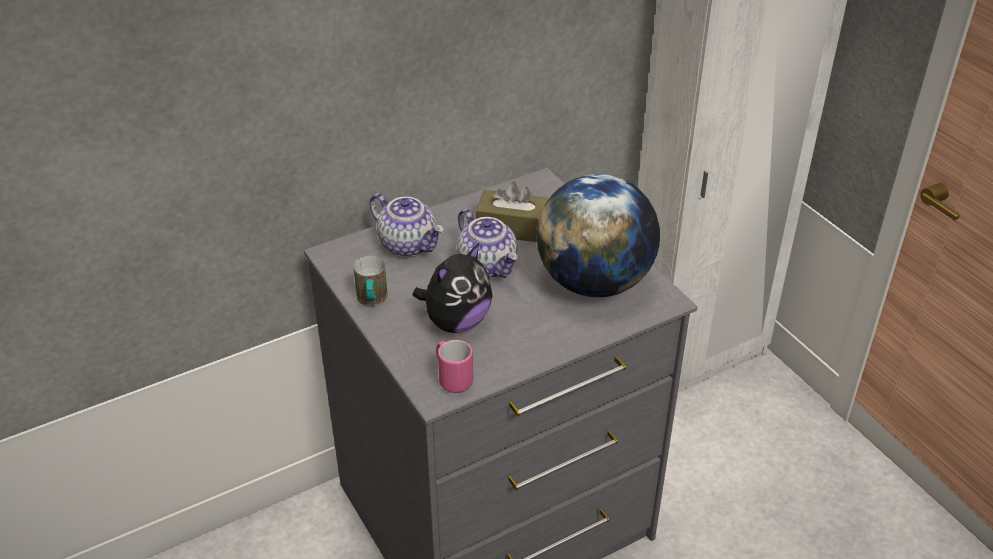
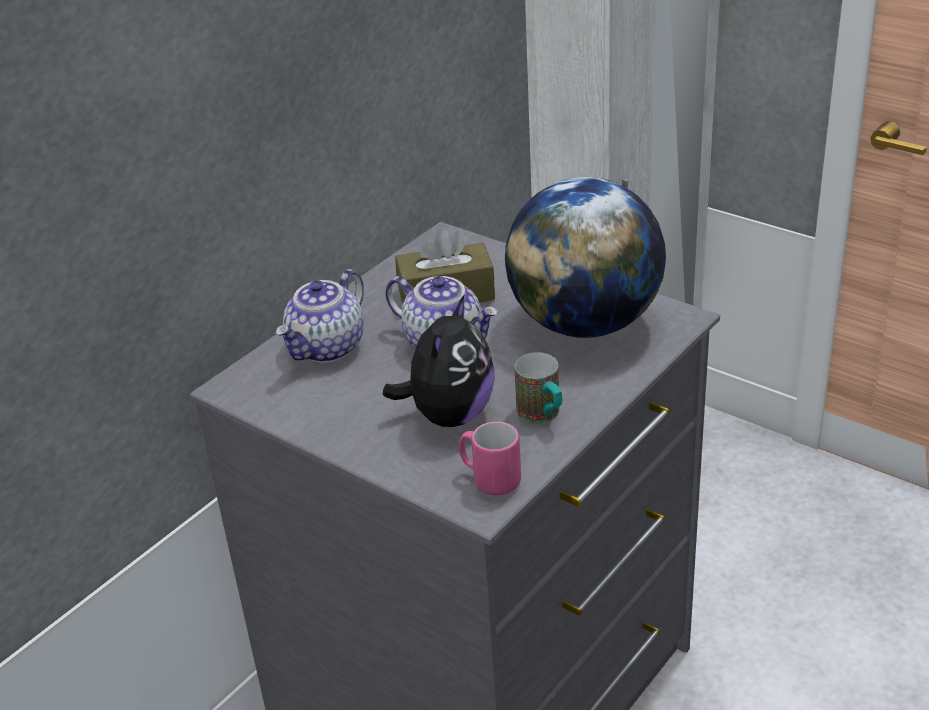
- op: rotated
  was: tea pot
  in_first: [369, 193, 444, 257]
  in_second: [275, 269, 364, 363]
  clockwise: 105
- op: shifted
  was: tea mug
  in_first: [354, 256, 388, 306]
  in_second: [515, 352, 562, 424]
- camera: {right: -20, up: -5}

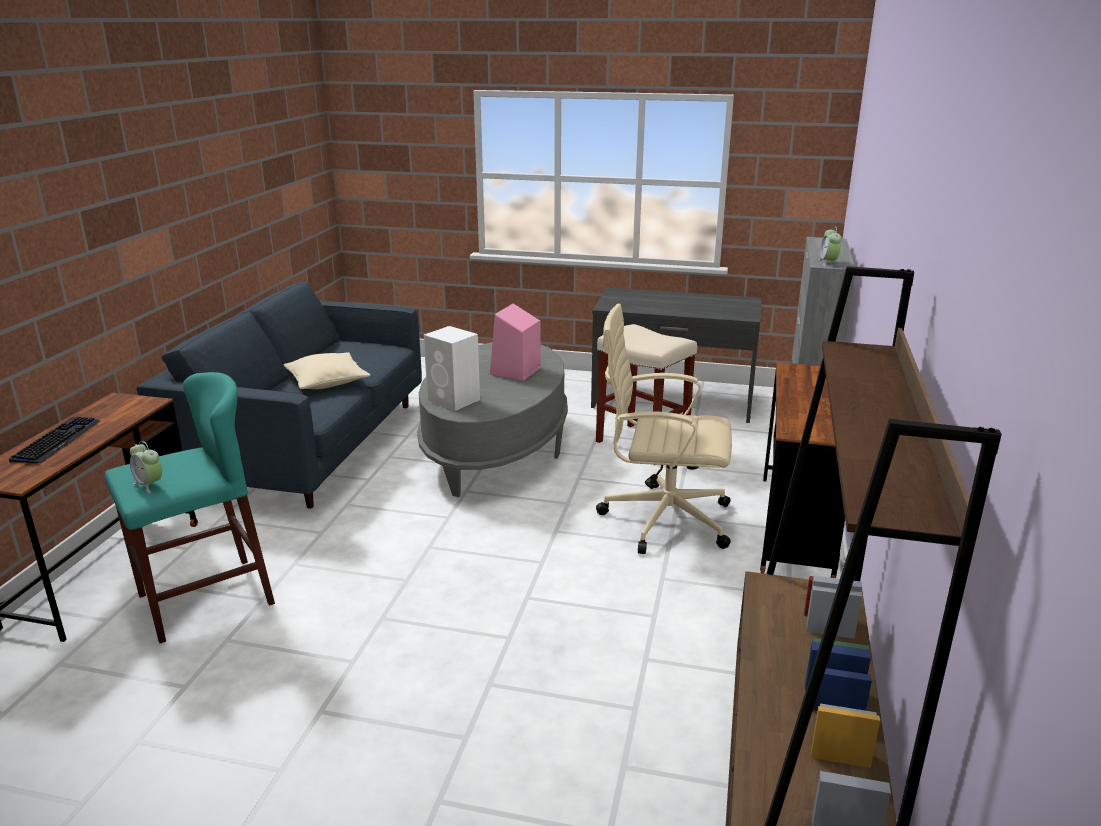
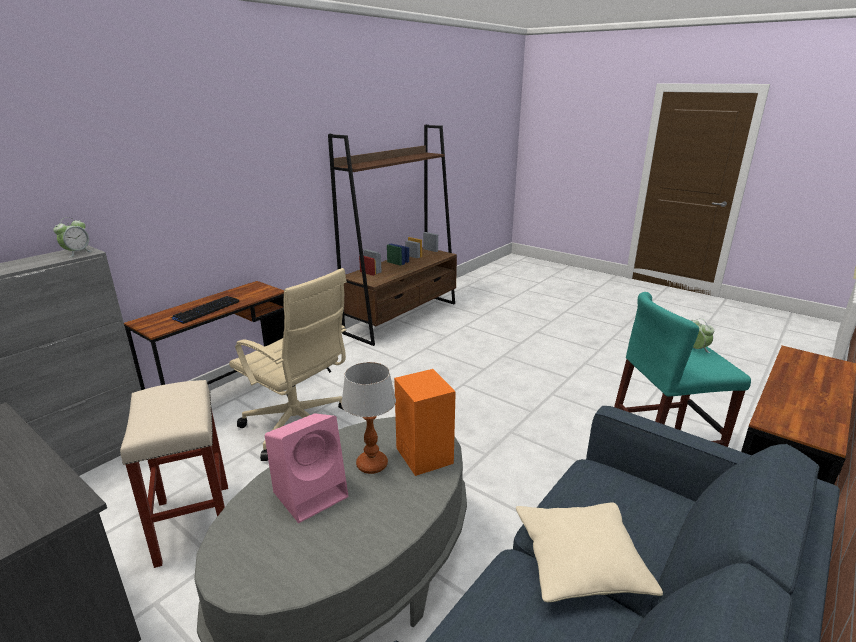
- op: repainted
  was: speaker/white-coloured
  now: speaker/orange
  in_first: [424, 326, 480, 411]
  in_second: [394, 369, 456, 476]
- op: shifted
  was: keyboard
  in_first: [9, 417, 100, 463]
  in_second: [171, 296, 239, 324]
- op: new
  now: tabletop lamp
  in_second: [341, 362, 396, 474]
- camera: {right: -155, up: 0}

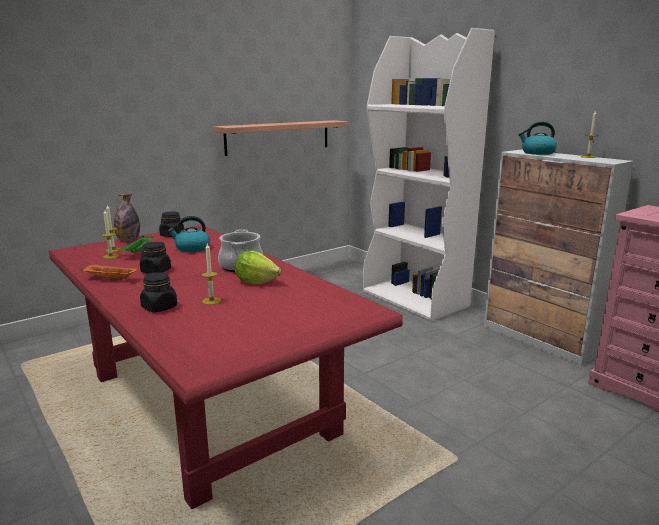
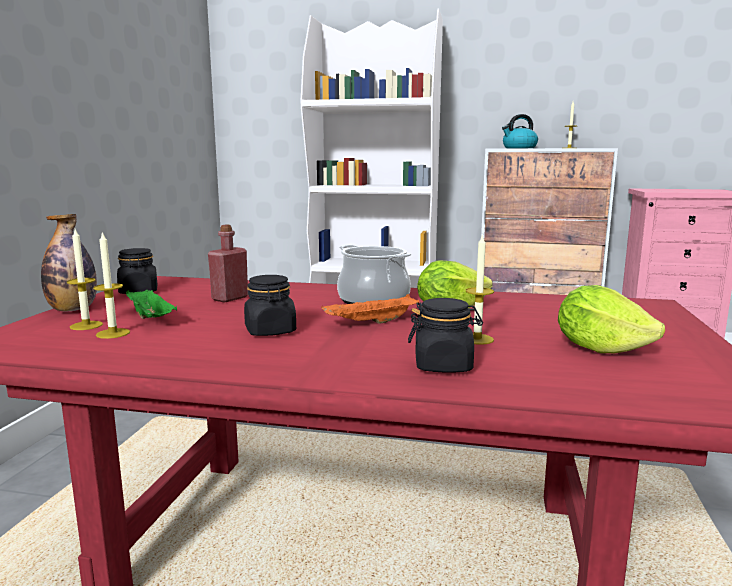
- op: gone
  was: wall shelf
  in_first: [213, 120, 349, 156]
- op: swapped
  was: water kettle
  now: beverage bottle/red
  in_first: [168, 216, 210, 252]
  in_second: [208, 225, 248, 302]
- op: shifted
  was: tray/orange
  in_first: [81, 264, 138, 281]
  in_second: [321, 294, 419, 324]
- op: new
  now: lettuce
  in_second: [558, 285, 665, 353]
- camera: {right: -40, up: -5}

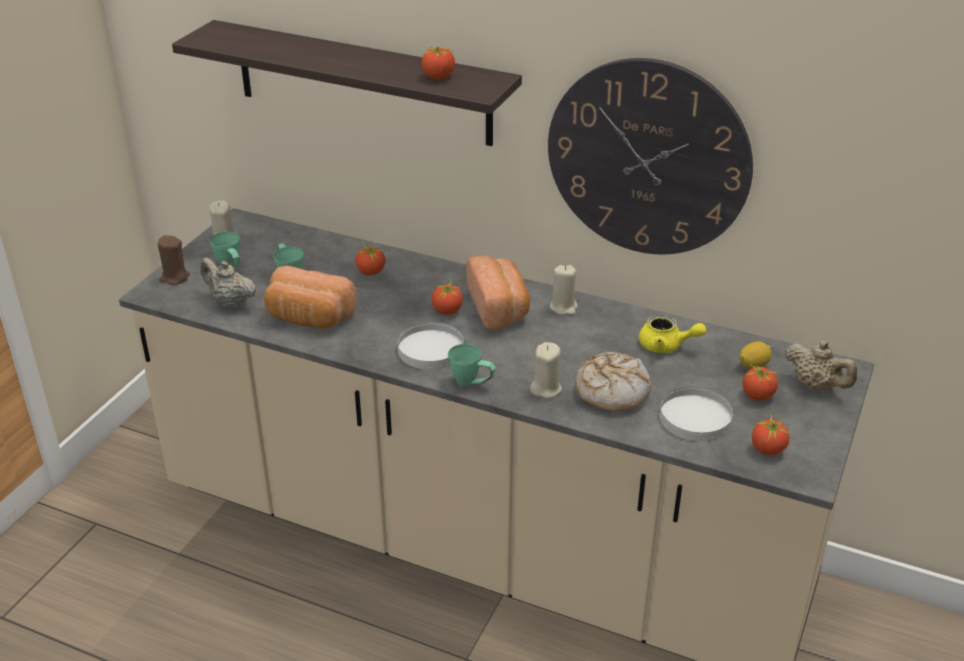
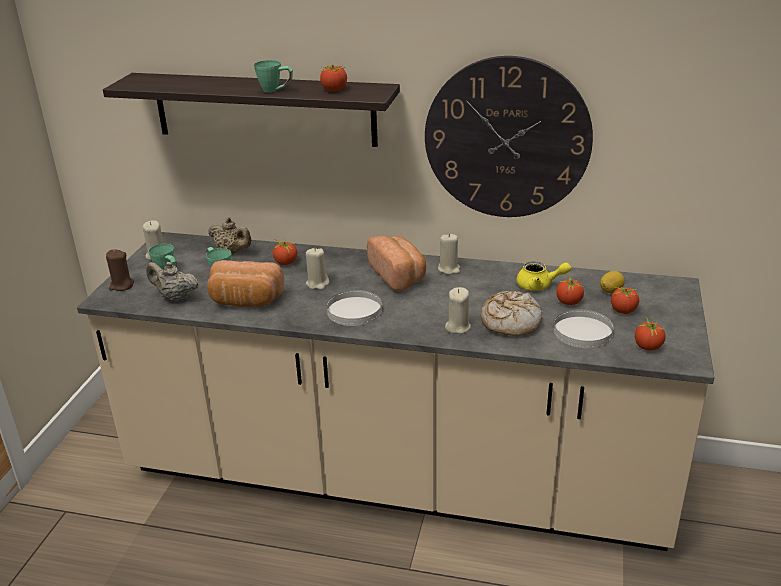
- op: shifted
  was: whole tomato
  in_first: [431, 279, 463, 315]
  in_second: [556, 274, 584, 305]
- op: shifted
  was: tea pot/beige
  in_first: [784, 340, 857, 390]
  in_second: [208, 217, 251, 254]
- op: shifted
  was: tea mug/green
  in_first: [448, 344, 496, 386]
  in_second: [254, 60, 293, 93]
- op: new
  now: candle/beige
  in_second: [306, 248, 329, 290]
- camera: {right: -10, up: -5}

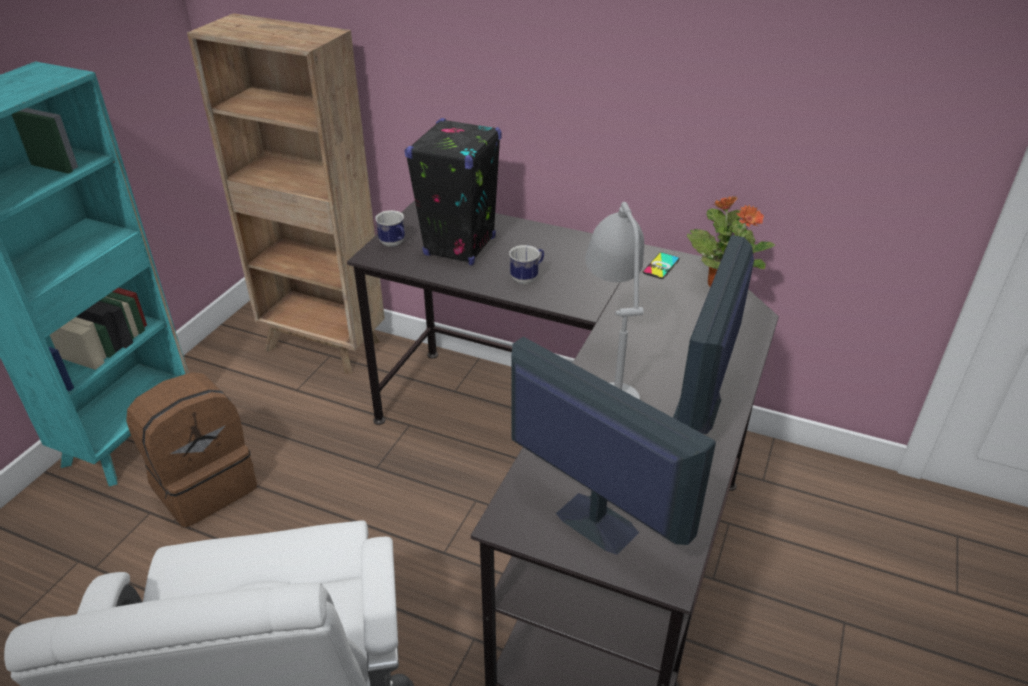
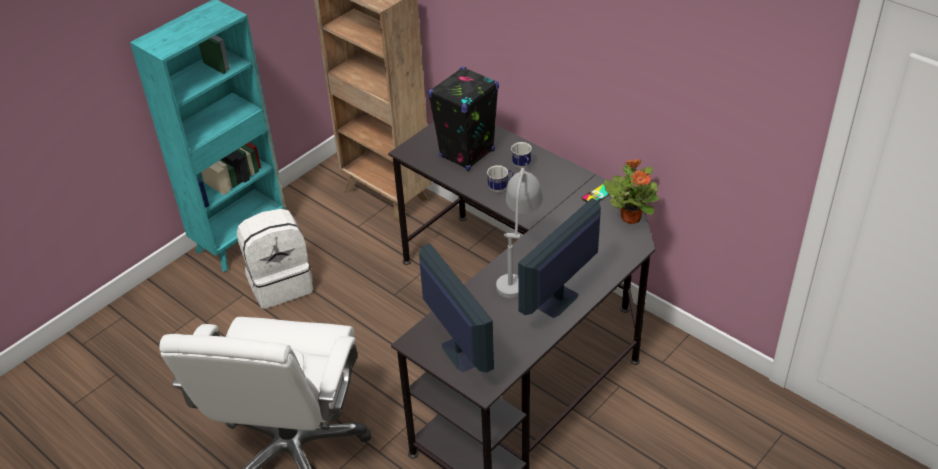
- op: shifted
  was: tea mug
  in_first: [375, 210, 405, 247]
  in_second: [511, 142, 532, 168]
- op: repainted
  was: rucksack/brownish
  now: rucksack/white-coloured
  in_first: [126, 372, 257, 527]
  in_second: [237, 209, 313, 309]
- camera: {right: 20, up: 5}

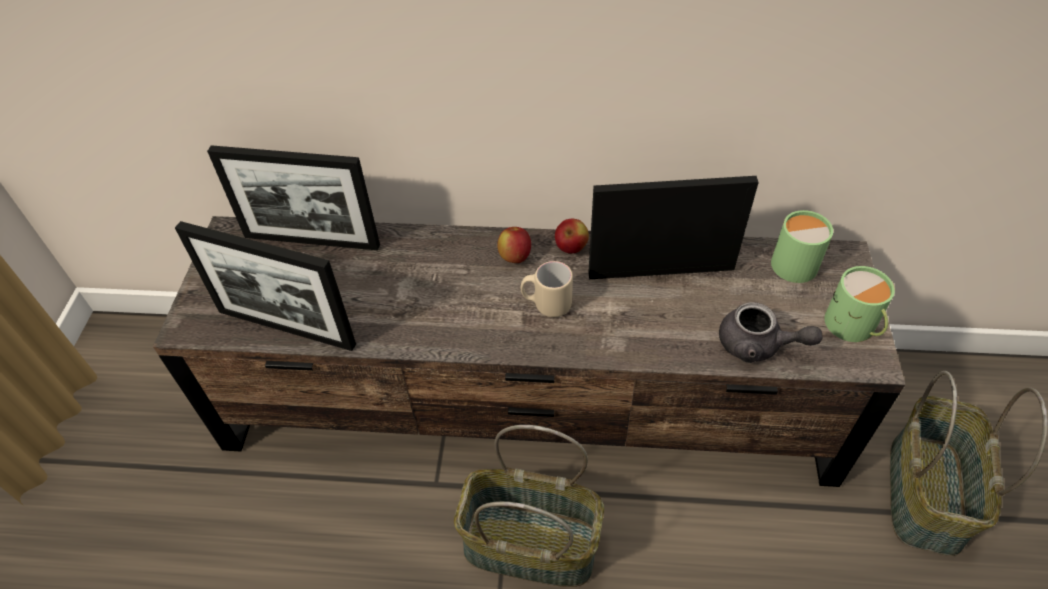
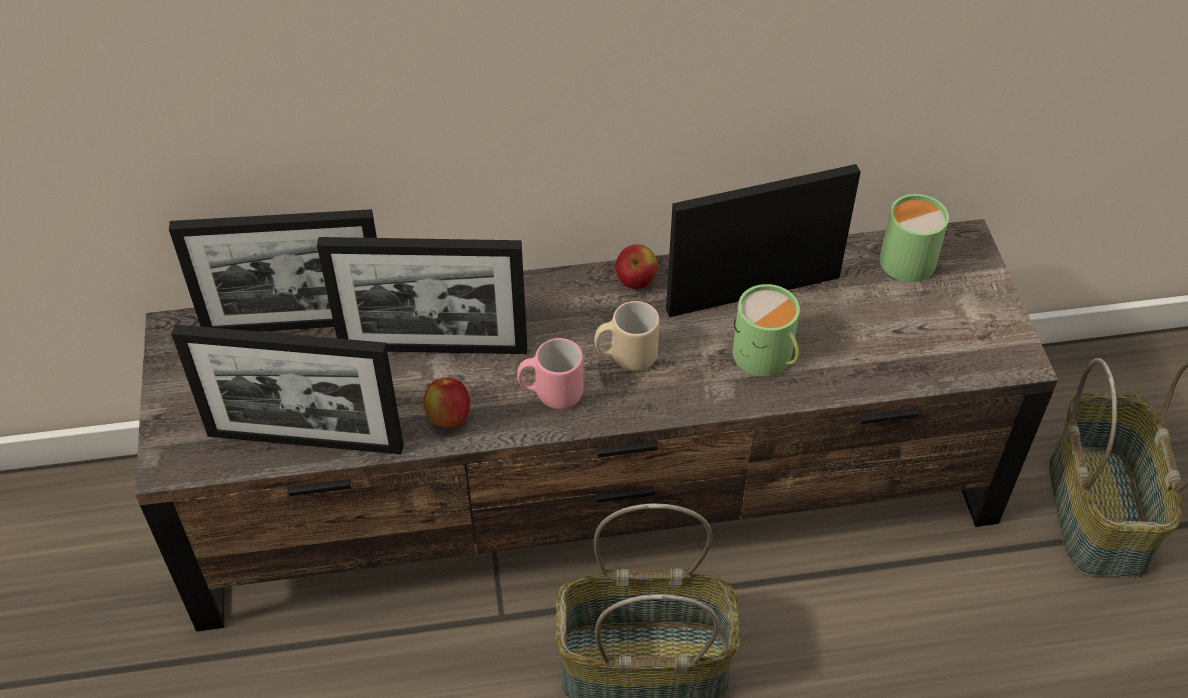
- op: shifted
  was: whole apple
  in_first: [497, 227, 531, 263]
  in_second: [424, 377, 470, 428]
- op: shifted
  was: tea mug/green
  in_first: [825, 266, 895, 342]
  in_second: [733, 284, 800, 376]
- op: gone
  was: tea pot/gray
  in_first: [719, 302, 823, 363]
- op: new
  now: standing frame
  in_second: [317, 237, 527, 354]
- op: new
  now: tea mug/pink-coloured
  in_second: [517, 338, 583, 409]
- camera: {right: -15, up: 0}

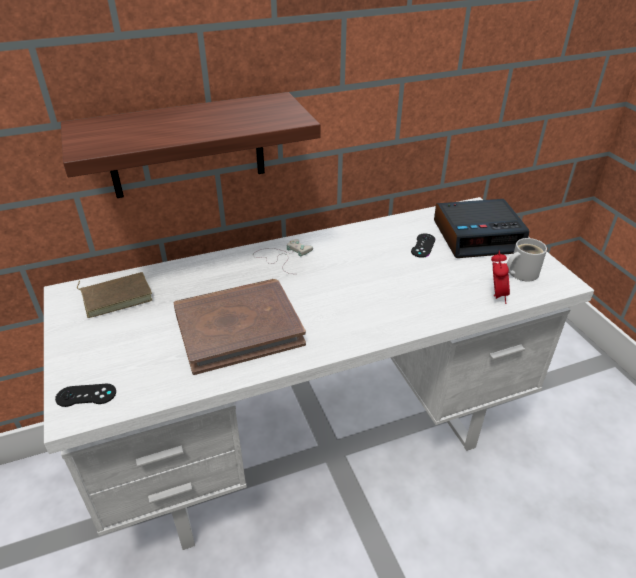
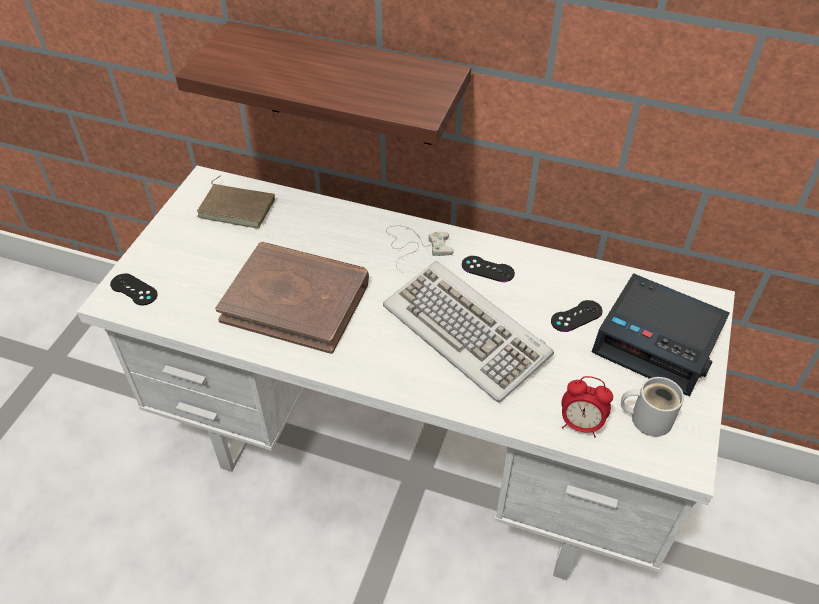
- op: rotated
  was: bedside clock
  in_first: [491, 251, 510, 304]
  in_second: [562, 376, 613, 438]
  clockwise: 60
- op: new
  now: joypad/blackish
  in_second: [462, 256, 515, 282]
- op: new
  now: keyboard
  in_second: [383, 261, 554, 402]
- camera: {right: 40, up: 10}

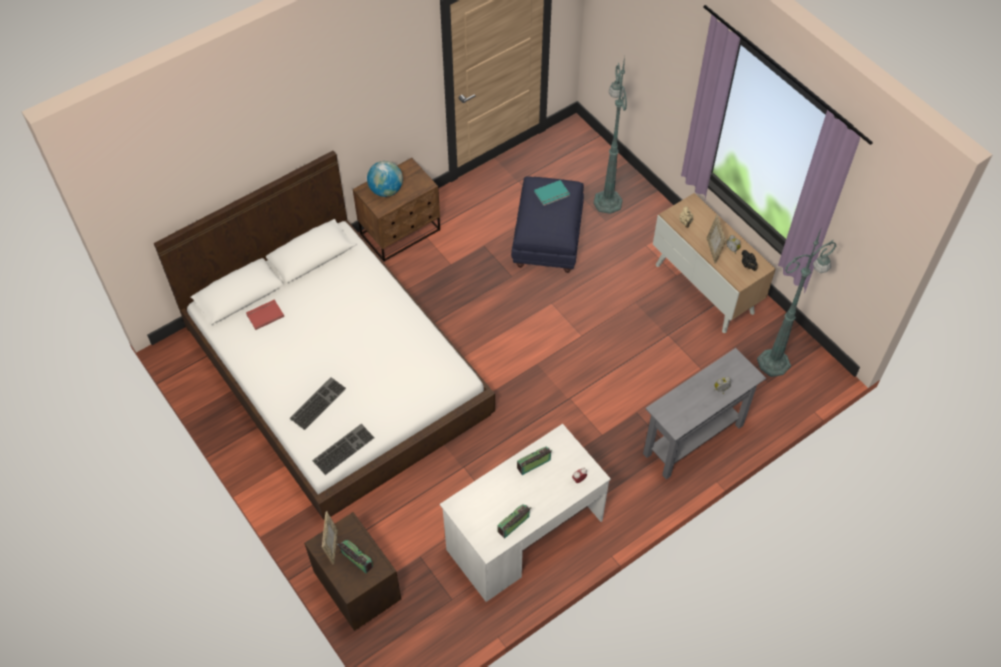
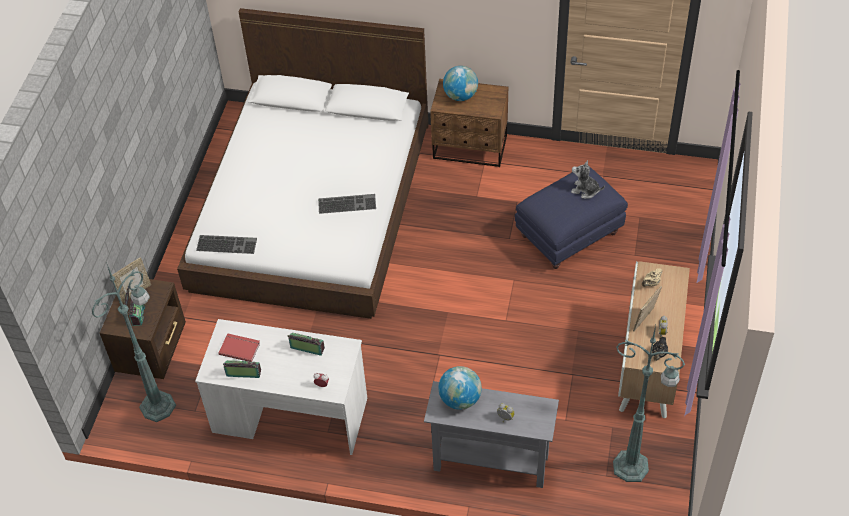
- op: shifted
  was: standard lamp/green
  in_first: [593, 57, 627, 214]
  in_second: [92, 262, 176, 422]
- op: swapped
  was: volume/turquoise-coloured
  now: soft toy
  in_first: [534, 180, 570, 206]
  in_second: [571, 160, 605, 199]
- op: shifted
  was: volume/red
  in_first: [246, 300, 284, 330]
  in_second: [218, 333, 260, 362]
- op: shifted
  was: keyboard
  in_first: [289, 377, 346, 430]
  in_second: [318, 194, 376, 214]
- op: new
  now: globe
  in_second: [438, 366, 482, 410]
- camera: {right: 50, up: -5}

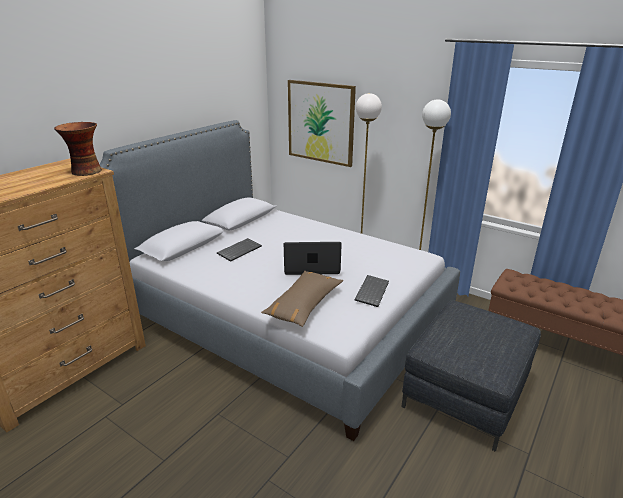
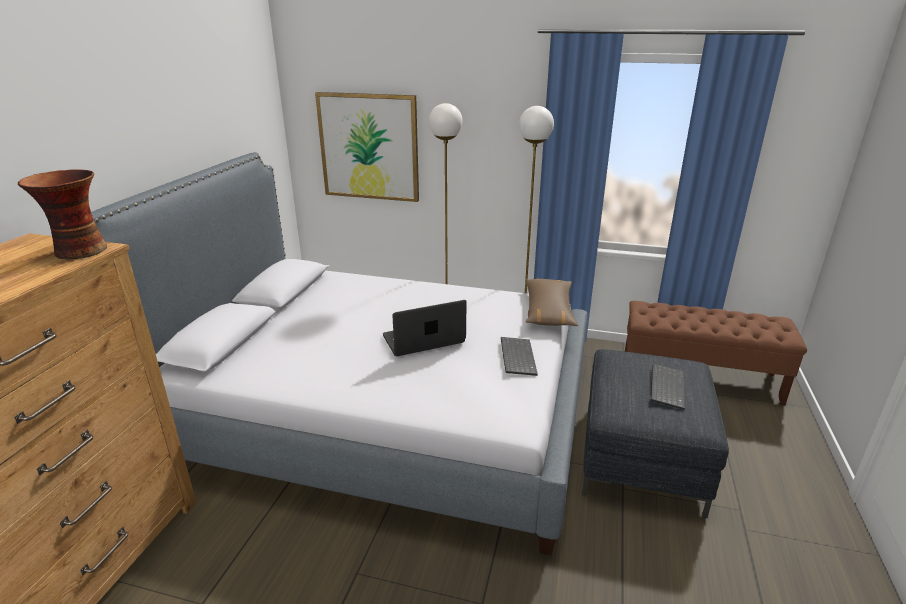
- op: shifted
  was: keyboard
  in_first: [217, 238, 262, 262]
  in_second: [651, 364, 685, 410]
- op: shifted
  was: cushion/brownish
  in_first: [261, 271, 343, 327]
  in_second: [525, 279, 578, 326]
- camera: {right: -20, up: 0}

